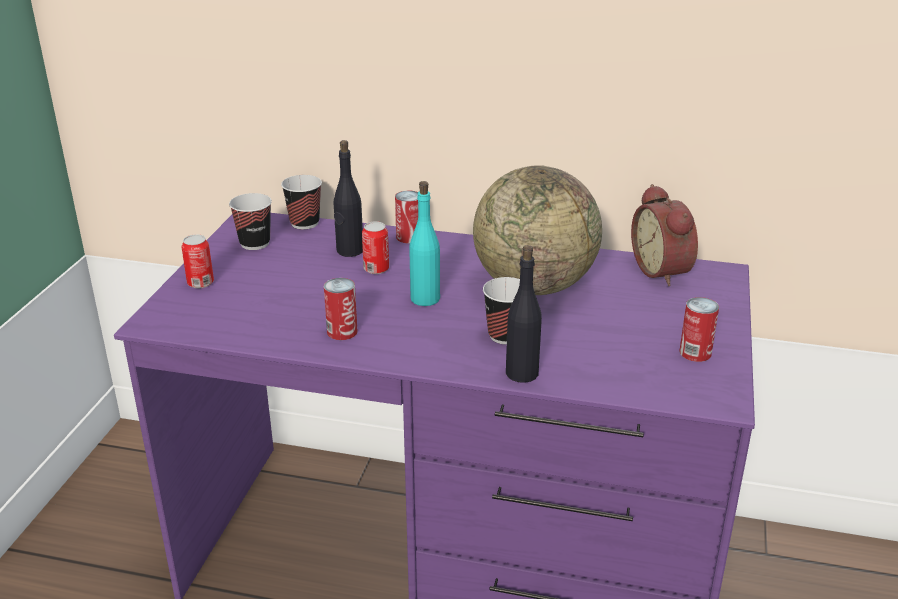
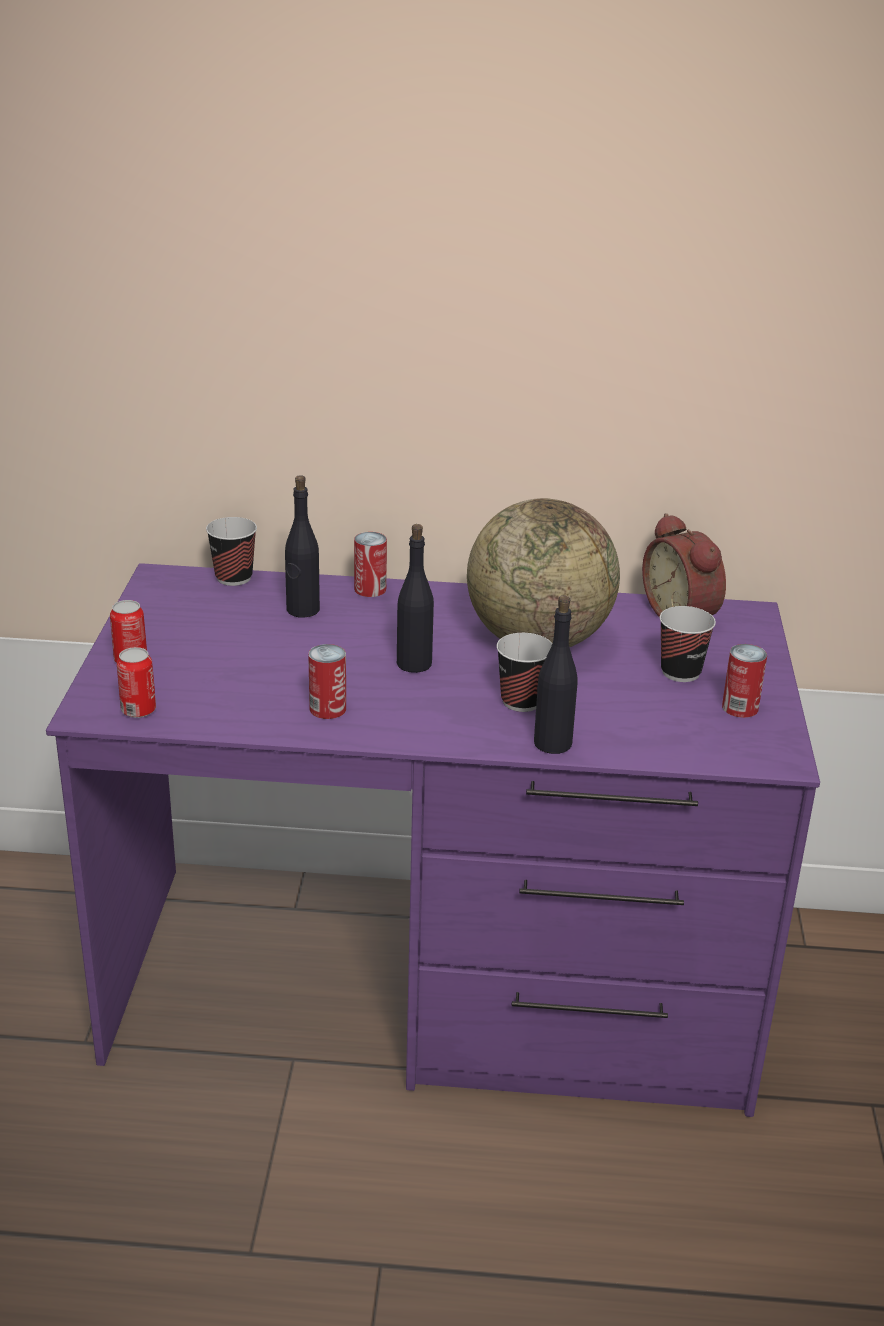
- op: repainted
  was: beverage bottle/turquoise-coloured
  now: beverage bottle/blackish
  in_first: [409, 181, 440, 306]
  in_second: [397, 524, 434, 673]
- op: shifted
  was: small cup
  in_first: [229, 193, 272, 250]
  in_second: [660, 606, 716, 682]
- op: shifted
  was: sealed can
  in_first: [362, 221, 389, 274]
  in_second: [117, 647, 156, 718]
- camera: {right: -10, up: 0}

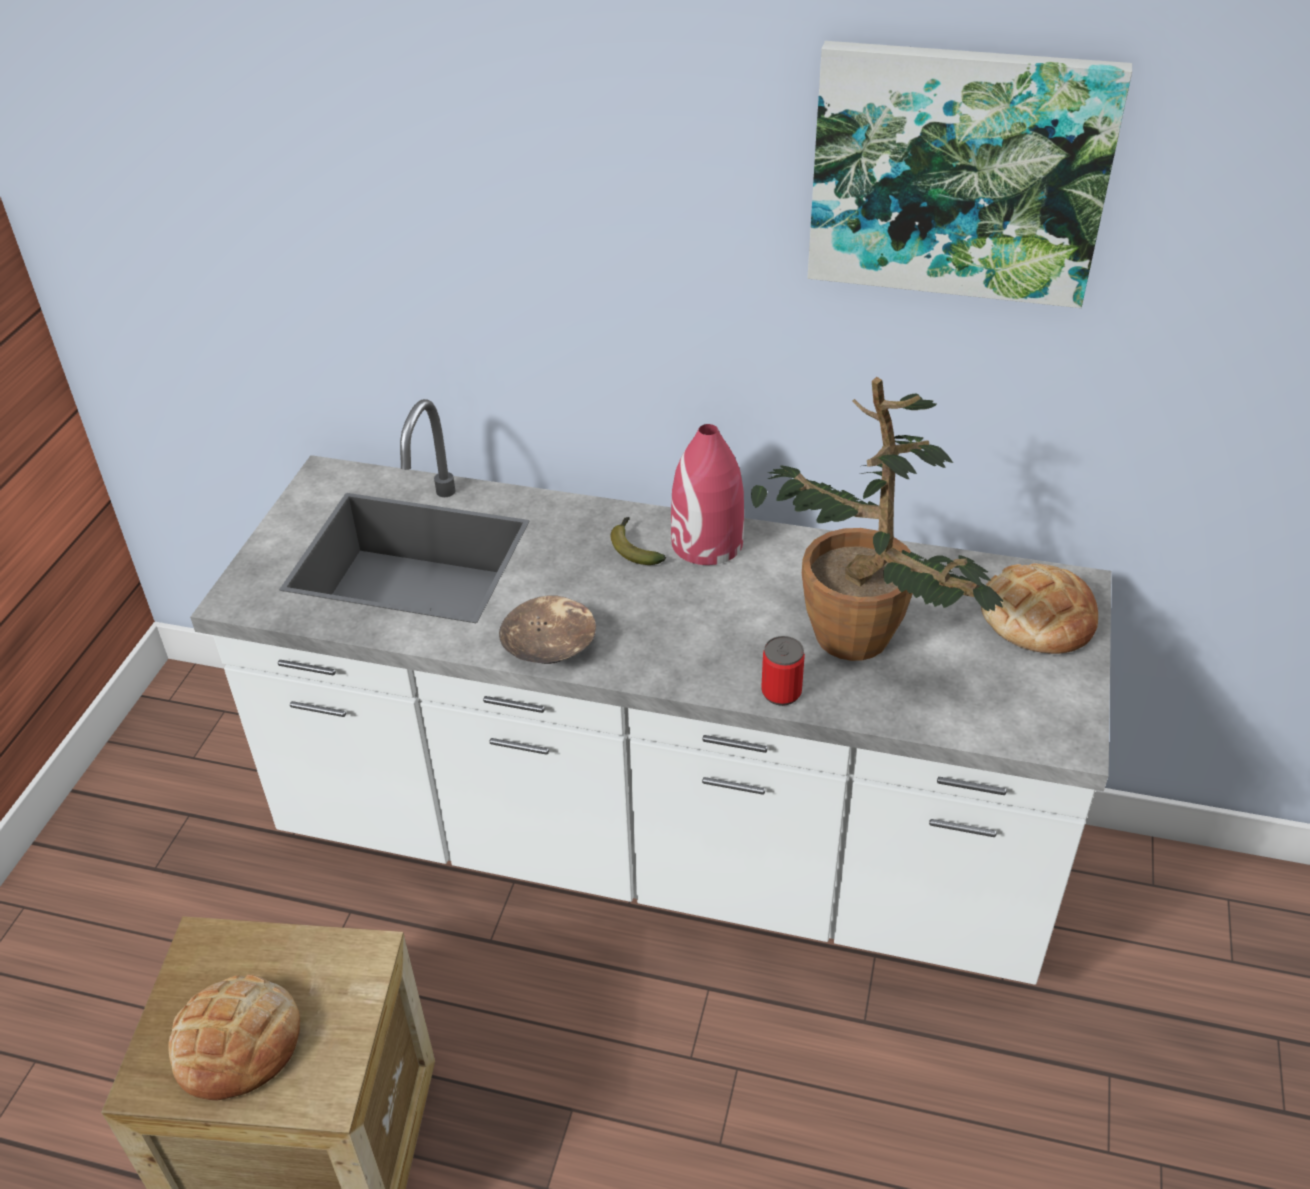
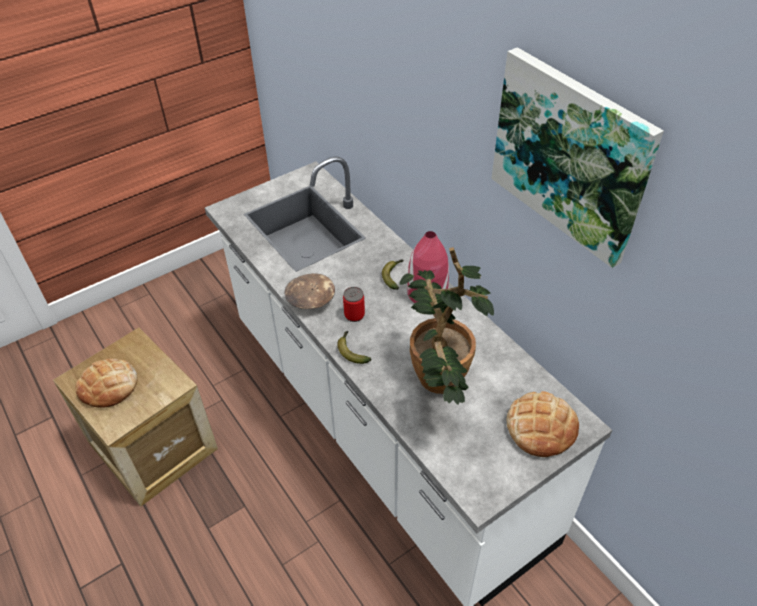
- op: shifted
  was: sealed can
  in_first: [761, 636, 805, 706]
  in_second: [343, 287, 365, 322]
- op: new
  now: banana fruit
  in_second: [337, 331, 371, 364]
- camera: {right: 40, up: 5}

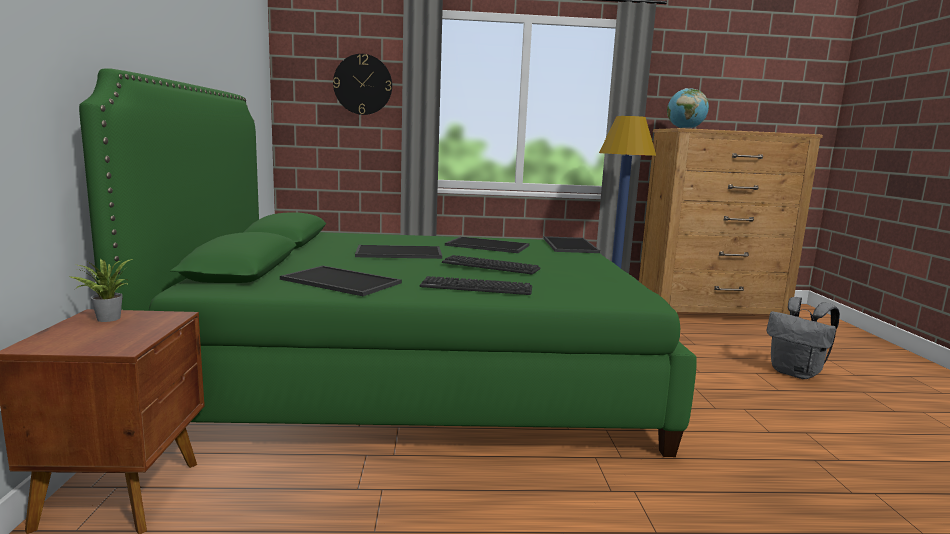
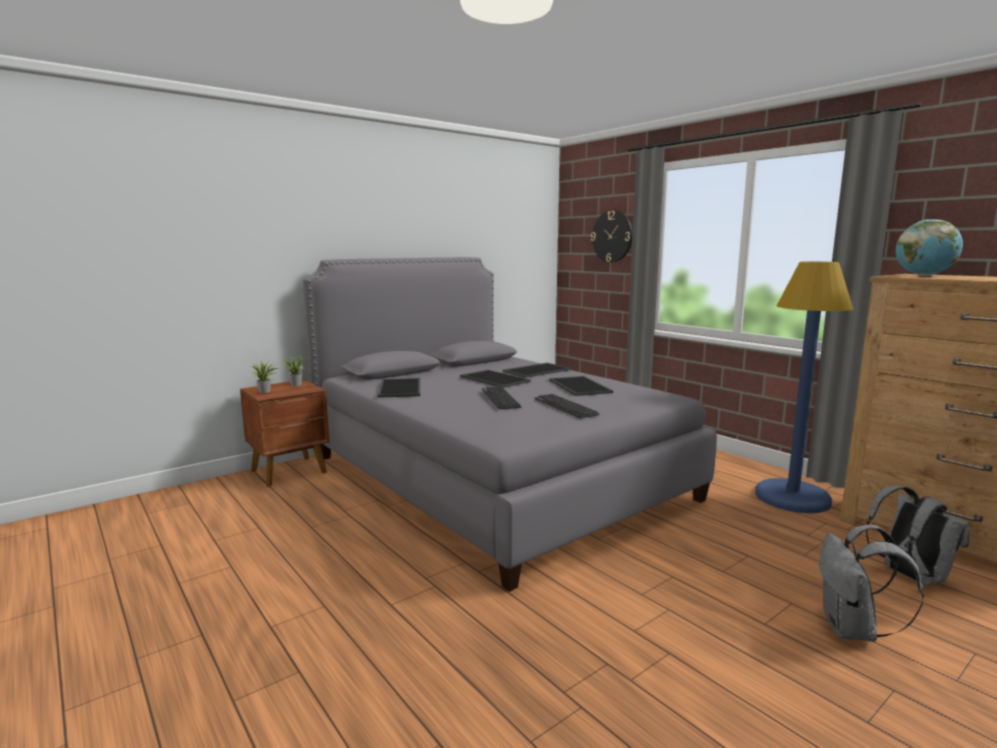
- op: repainted
  was: bedroom bed/green
  now: bedroom bed/gray
  in_first: [79, 69, 697, 457]
  in_second: [303, 257, 717, 592]
- op: shifted
  was: tray
  in_first: [543, 236, 600, 253]
  in_second: [502, 363, 571, 378]
- op: shifted
  was: keyboard
  in_first: [420, 276, 532, 295]
  in_second: [534, 394, 599, 418]
- op: new
  now: plant in a pot
  in_second: [252, 361, 277, 393]
- op: new
  now: rucksack/gray
  in_second: [866, 485, 970, 585]
- camera: {right: 55, up: 0}

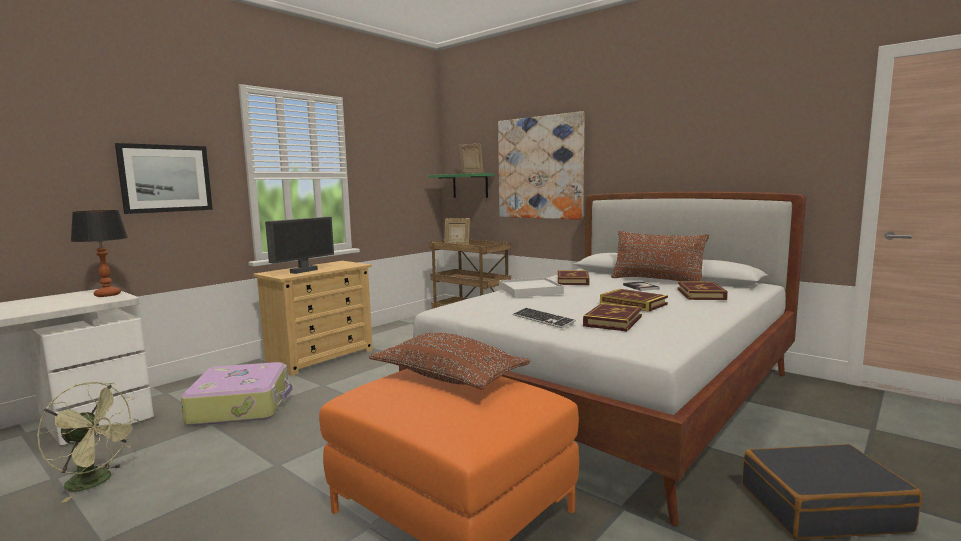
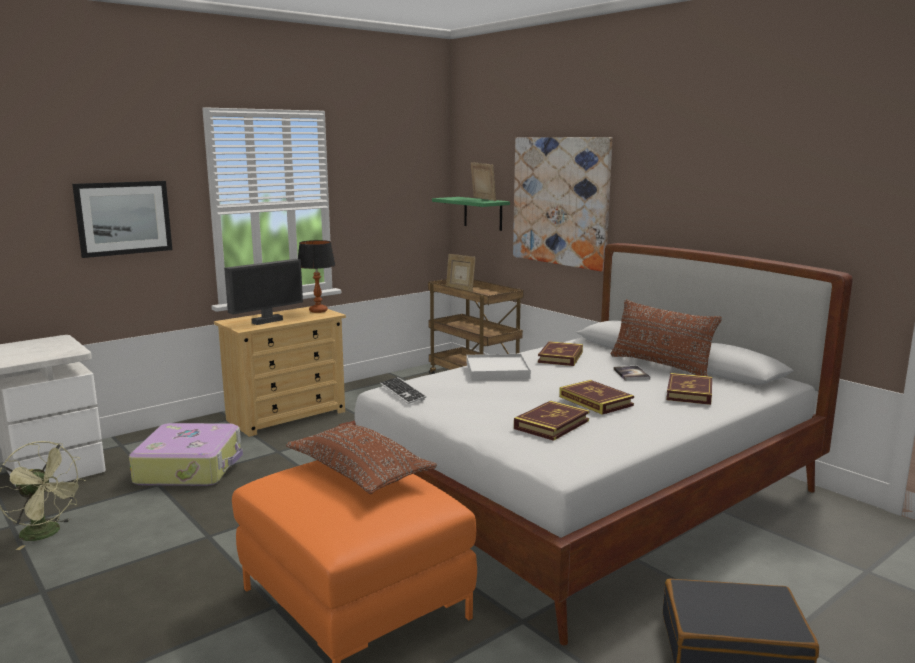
- op: shifted
  was: tabletop lamp
  in_first: [71, 210, 128, 297]
  in_second: [298, 240, 336, 313]
- op: shifted
  was: keyboard
  in_first: [513, 308, 576, 328]
  in_second: [380, 377, 427, 404]
- camera: {right: 10, up: 5}

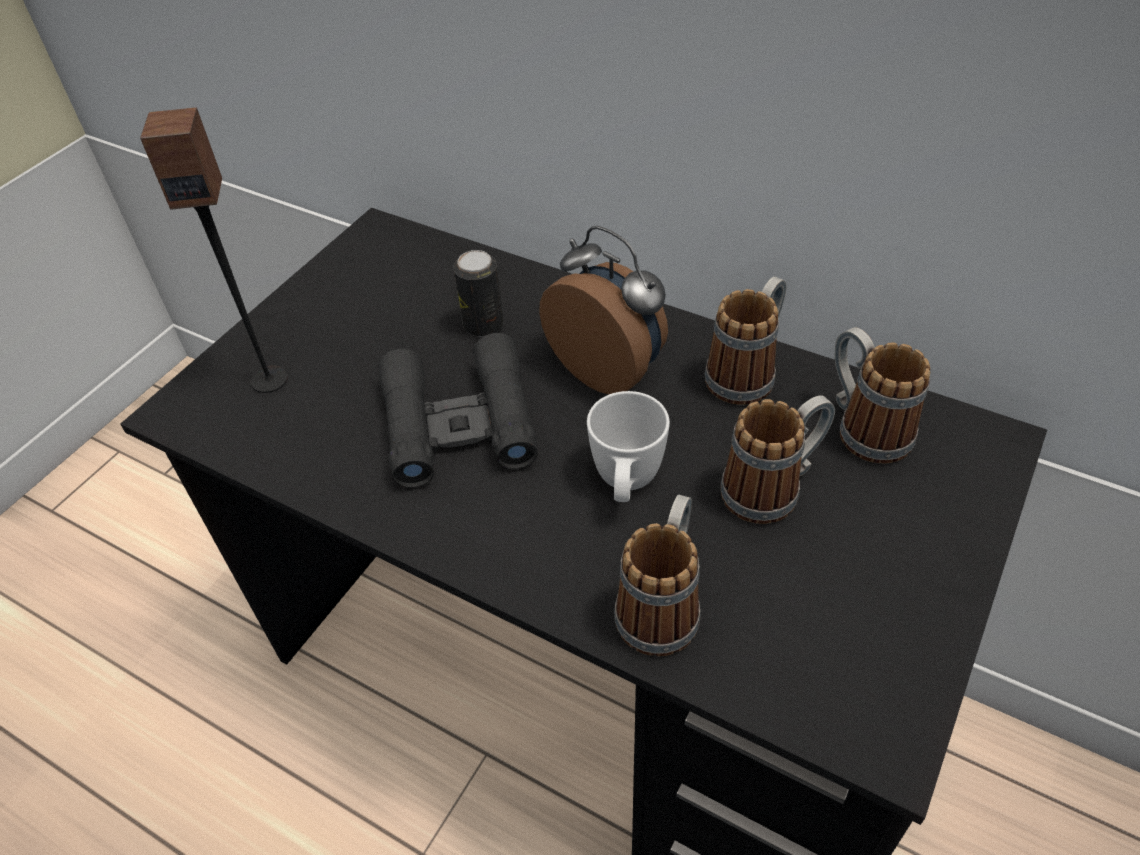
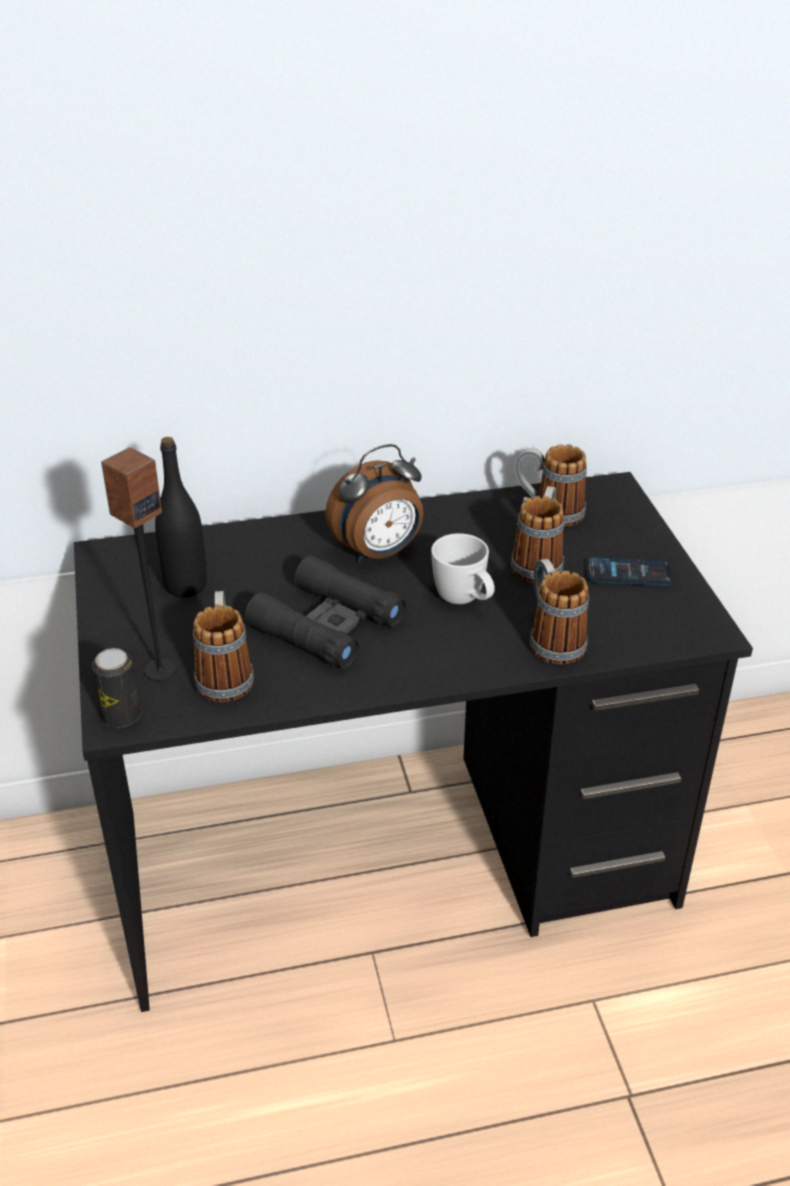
- op: rotated
  was: bedside clock
  in_first: [539, 226, 668, 394]
  in_second: [325, 444, 423, 562]
  clockwise: 150
- op: shifted
  was: sealed can
  in_first: [453, 250, 504, 337]
  in_second: [92, 648, 141, 727]
- op: shifted
  was: tea mug
  in_first: [705, 277, 786, 405]
  in_second: [193, 591, 254, 702]
- op: new
  now: beverage bottle/blackish
  in_second: [155, 437, 207, 598]
- op: new
  now: phone
  in_second: [586, 556, 673, 586]
- camera: {right: -45, up: -10}

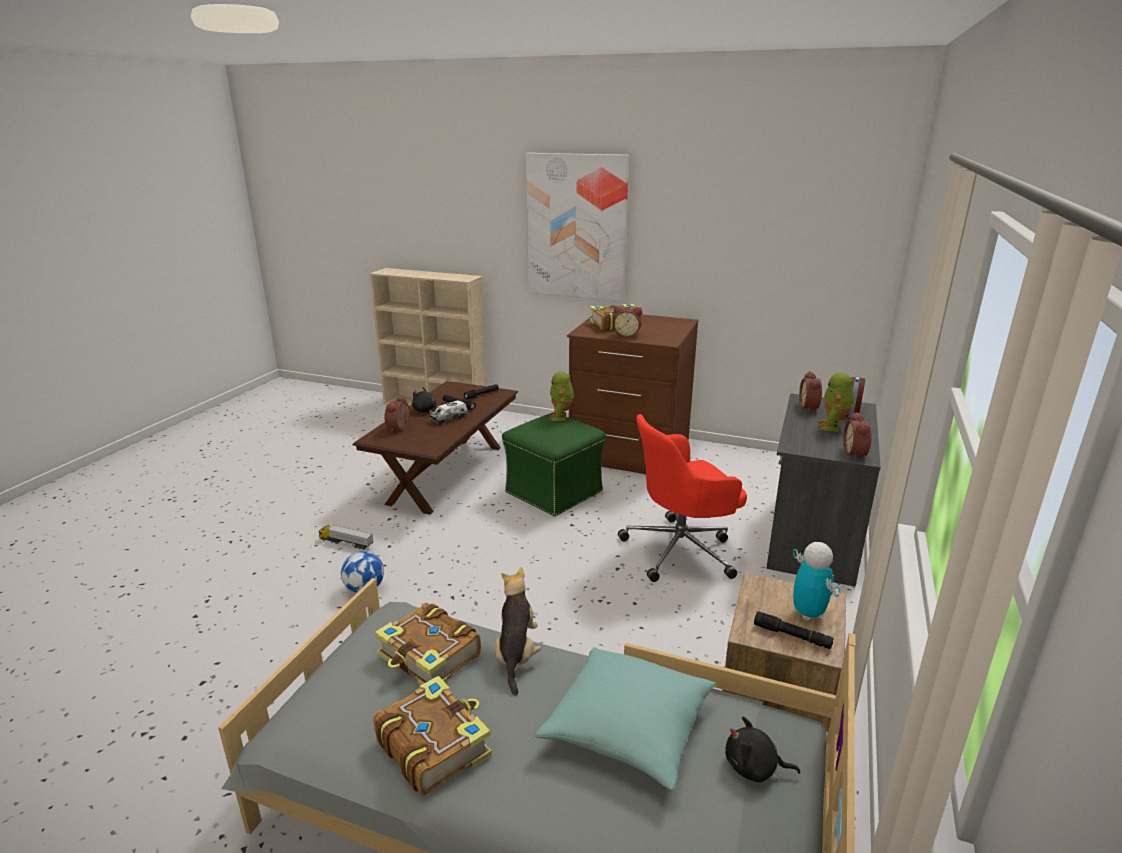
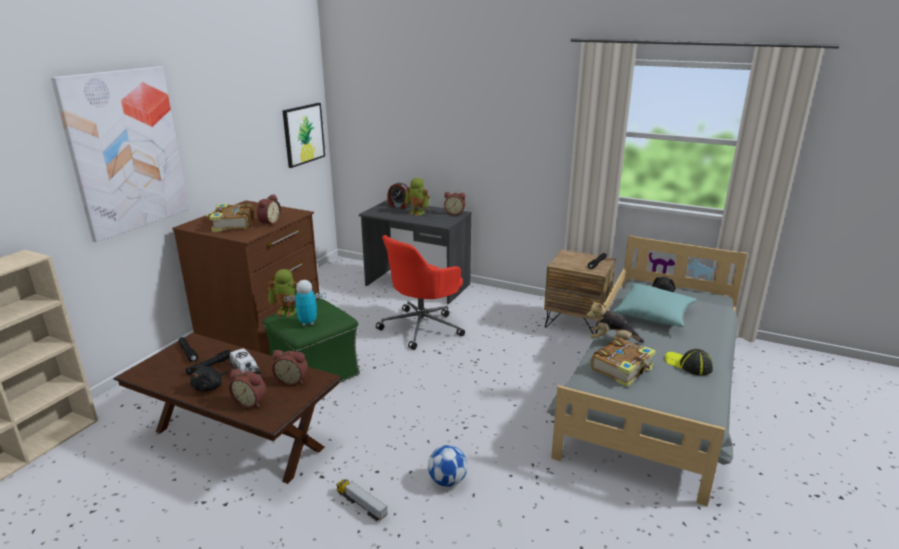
- op: shifted
  was: bedside clock
  in_first: [799, 371, 822, 412]
  in_second: [272, 350, 308, 386]
- op: rotated
  was: desk chair/red
  in_first: [618, 414, 747, 582]
  in_second: [376, 235, 465, 350]
  clockwise: 60
- op: rotated
  was: toy lorry
  in_first: [318, 525, 373, 550]
  in_second: [336, 479, 388, 521]
  clockwise: 105
- op: shifted
  was: toy robot
  in_first: [793, 542, 840, 621]
  in_second: [284, 280, 326, 326]
- op: swapped
  was: volume
  now: cap
  in_first: [373, 676, 492, 796]
  in_second: [665, 349, 713, 375]
- op: new
  now: wall picture
  in_second: [283, 103, 325, 168]
- camera: {right: -85, up: 0}

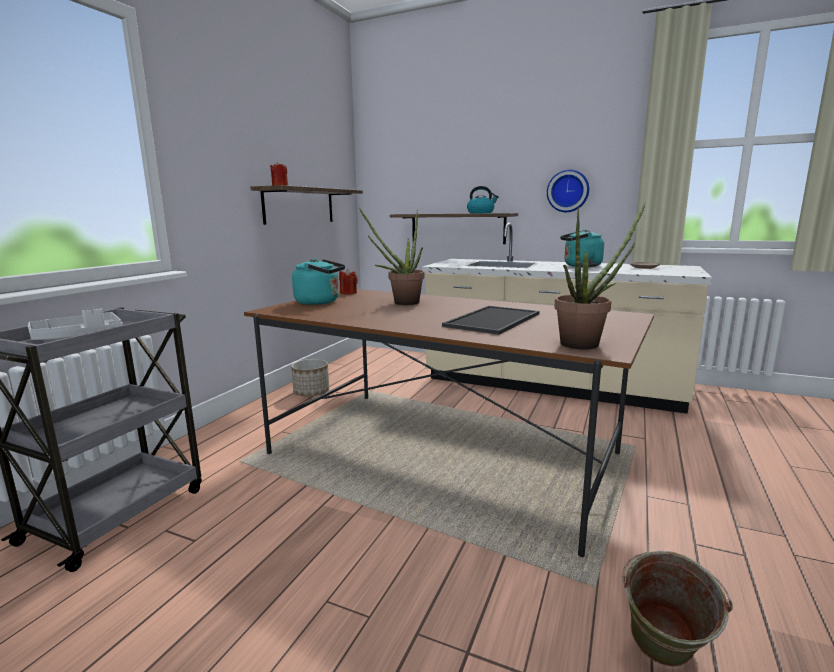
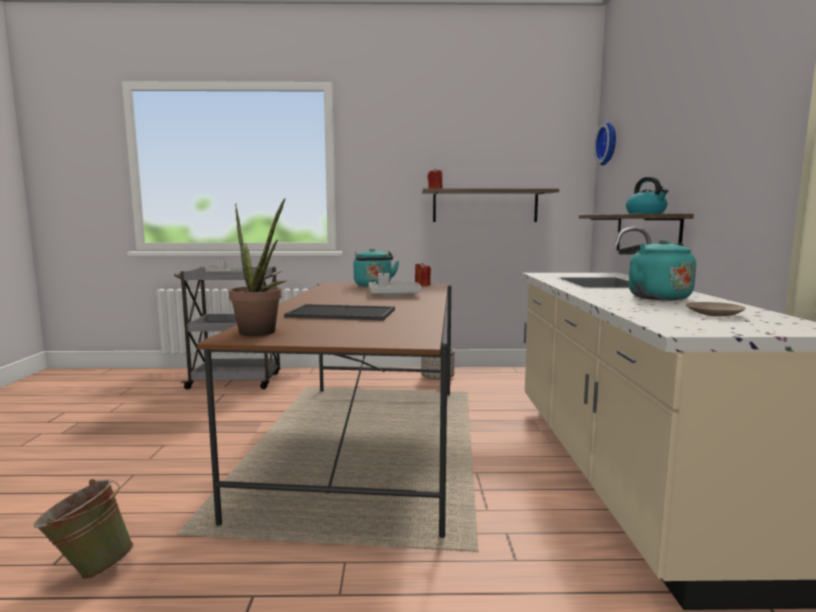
- op: shifted
  was: clock on the wall
  in_first: [547, 169, 589, 212]
  in_second: [594, 121, 616, 165]
- op: swapped
  was: plant in a pot
  now: tray/gray
  in_first: [359, 208, 424, 305]
  in_second: [368, 273, 422, 296]
- camera: {right: 65, up: -5}

